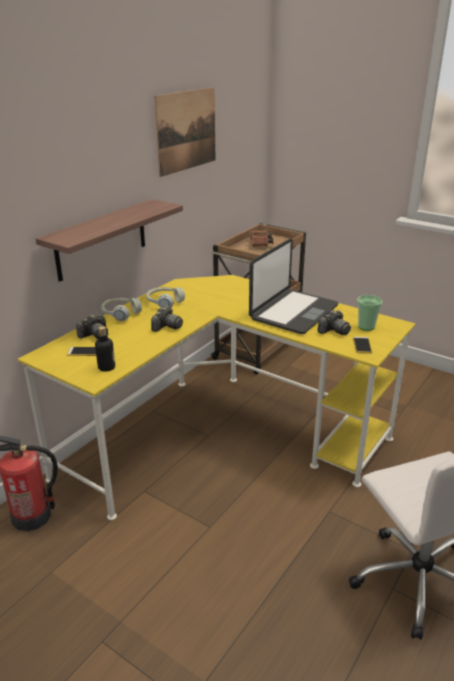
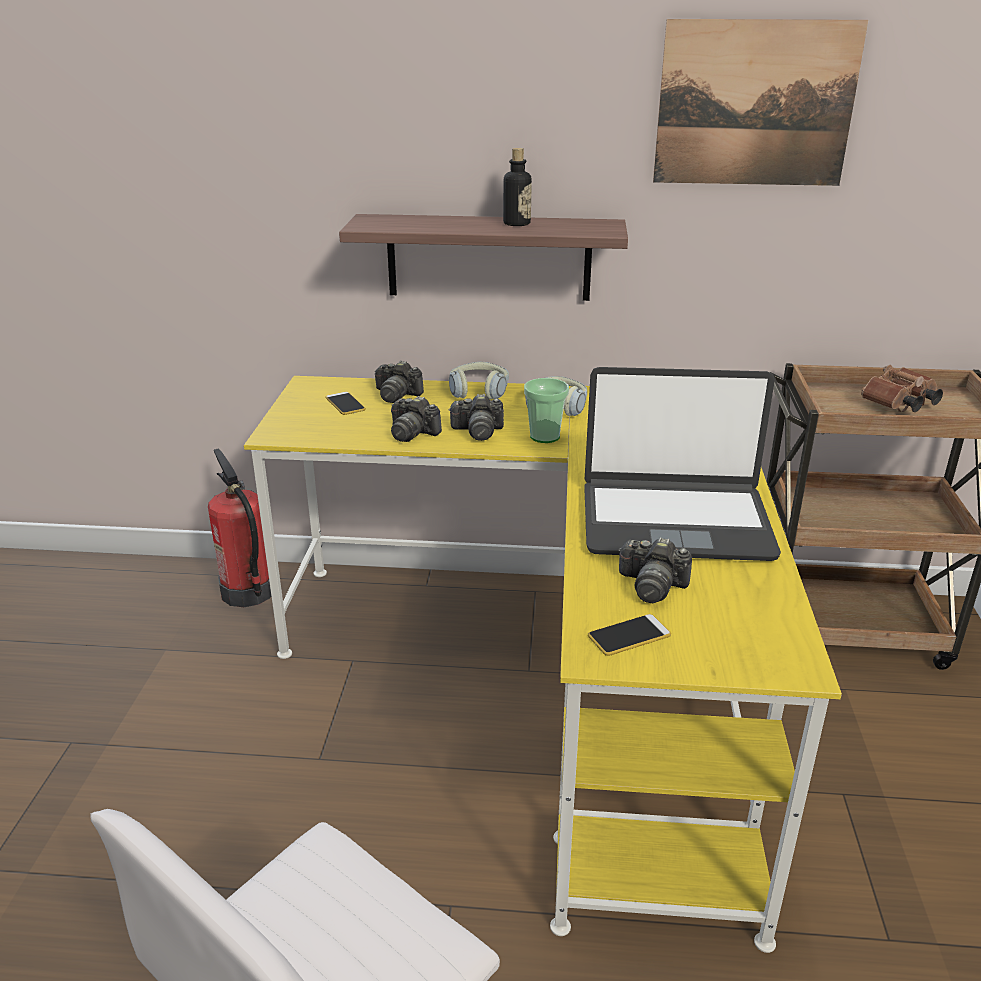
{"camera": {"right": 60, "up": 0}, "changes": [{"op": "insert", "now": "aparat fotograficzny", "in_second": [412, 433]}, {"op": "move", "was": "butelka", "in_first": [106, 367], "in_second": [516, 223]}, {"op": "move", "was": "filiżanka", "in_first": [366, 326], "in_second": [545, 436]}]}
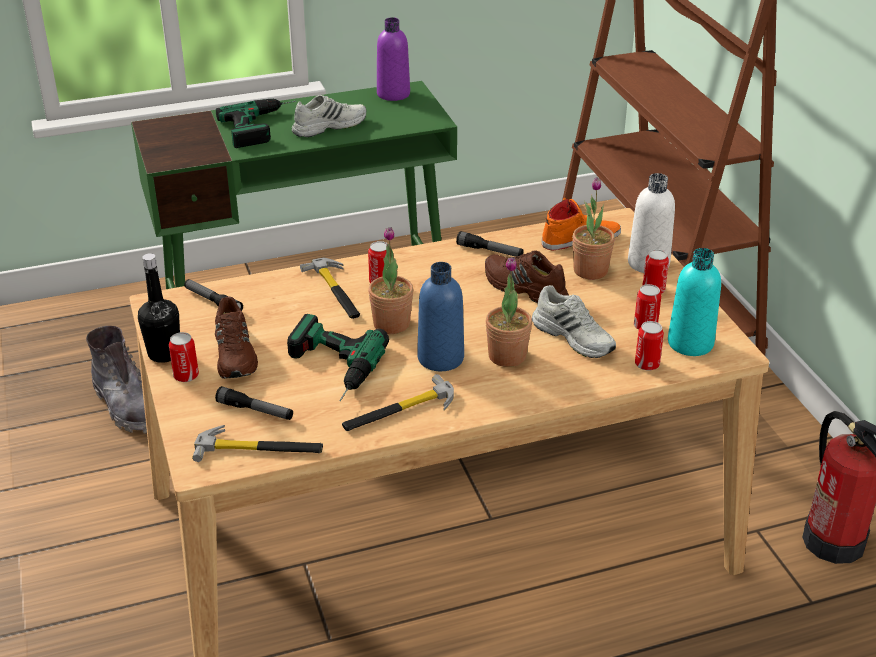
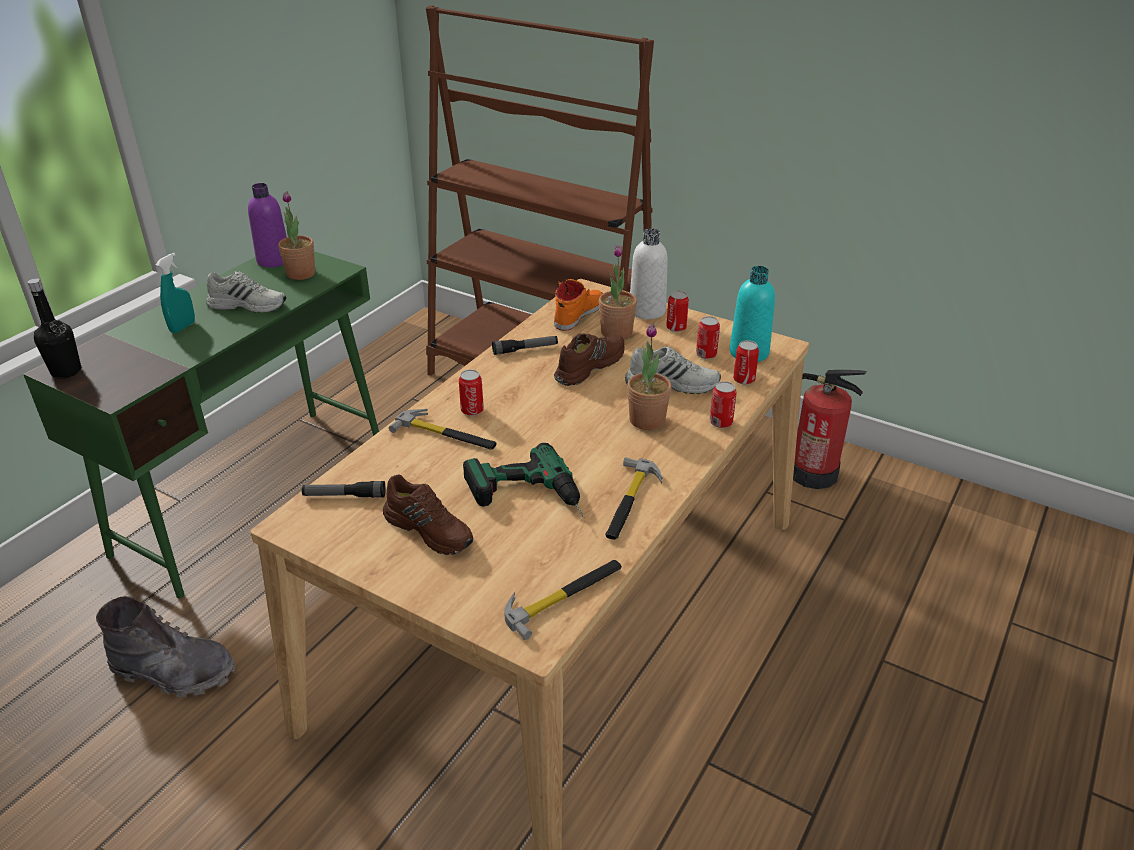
{"camera": {"right": -40, "up": 0}, "changes": [{"op": "move", "was": "butelka (czarny)", "in_first": [164, 353], "in_second": [66, 371]}, {"op": "replace", "was": "wiertarka", "now": "spryskiwacz (turkusowy)", "in_first": [264, 126], "in_second": [183, 327]}, {"op": "rotate", "was": "but (biały)", "in_first": [329, 126], "in_second": [248, 305], "clockwise": 75}, {"op": "move", "was": "roślina doniczkowa", "in_first": [391, 324], "in_second": [301, 274]}, {"op": "rotate", "was": "but (brązowy)", "in_first": [524, 288], "in_second": [588, 366], "clockwise": 135}, {"op": "move", "was": "puszka", "in_first": [186, 376], "in_second": [721, 422]}, {"op": "delete", "was": "latarka", "in_first": [255, 410]}, {"op": "delete", "was": "butelka (niebieski)", "in_first": [440, 358]}]}
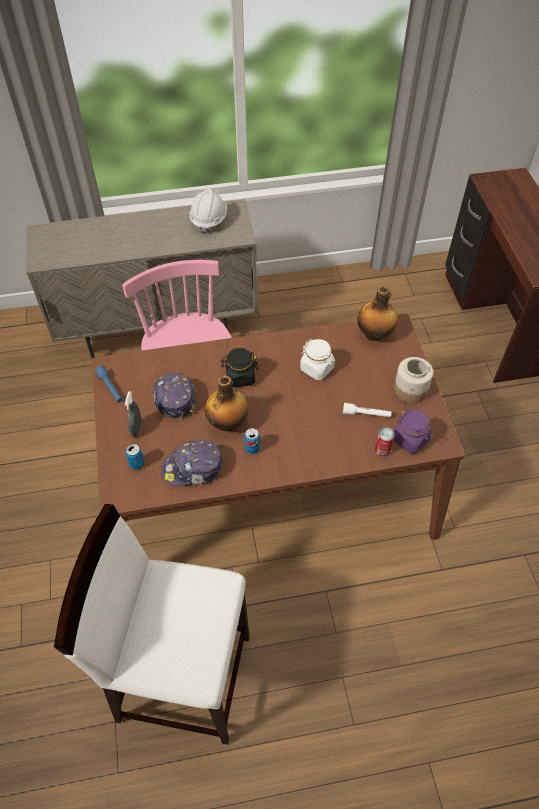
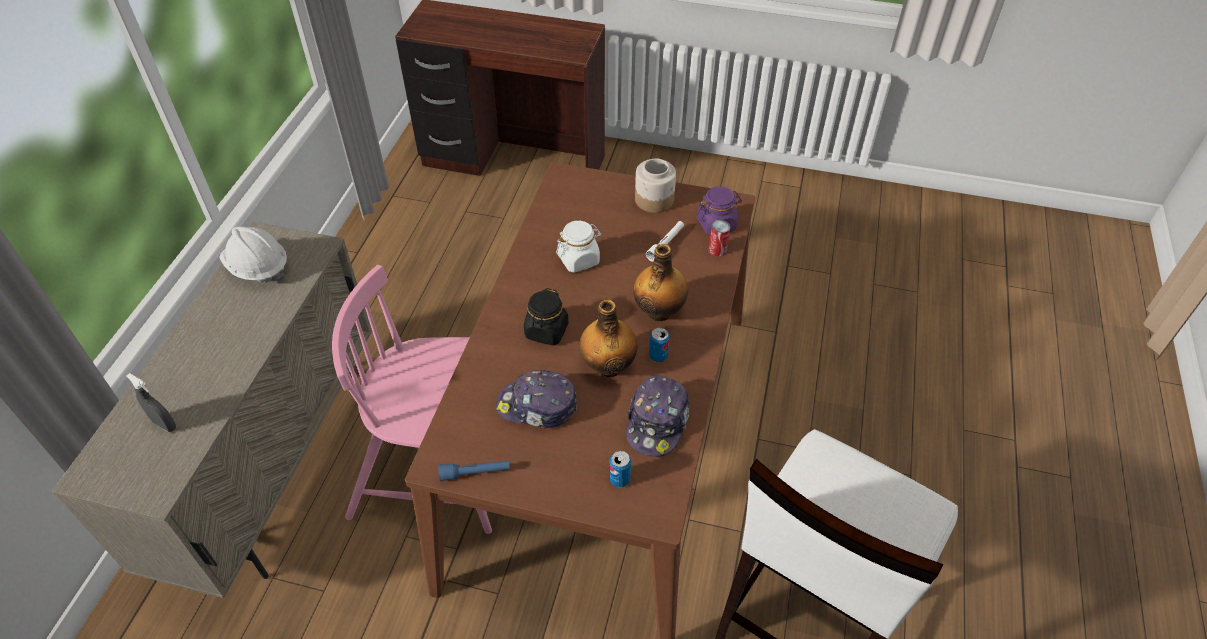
{"camera": {"right": -65, "up": -5}, "changes": [{"op": "move", "was": "spryskiwacz (szary)", "in_first": [136, 429], "in_second": [164, 424]}, {"op": "move", "was": "butelka", "in_first": [375, 334], "in_second": [659, 311]}]}
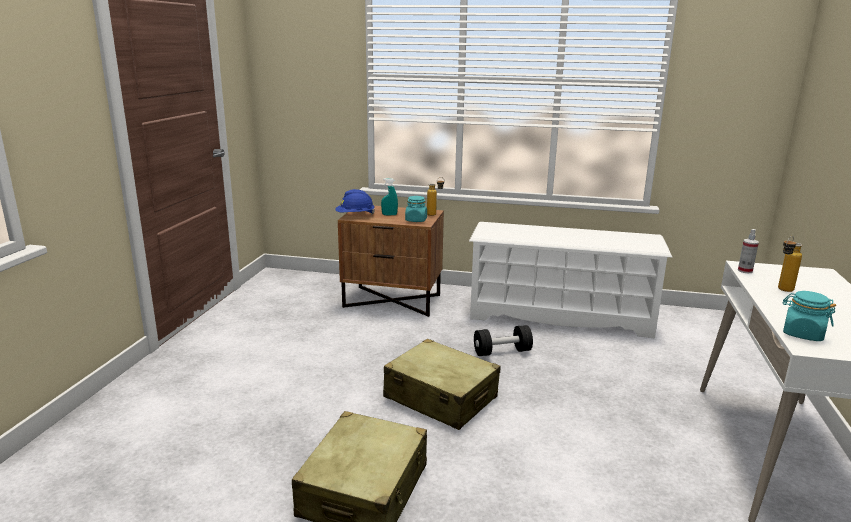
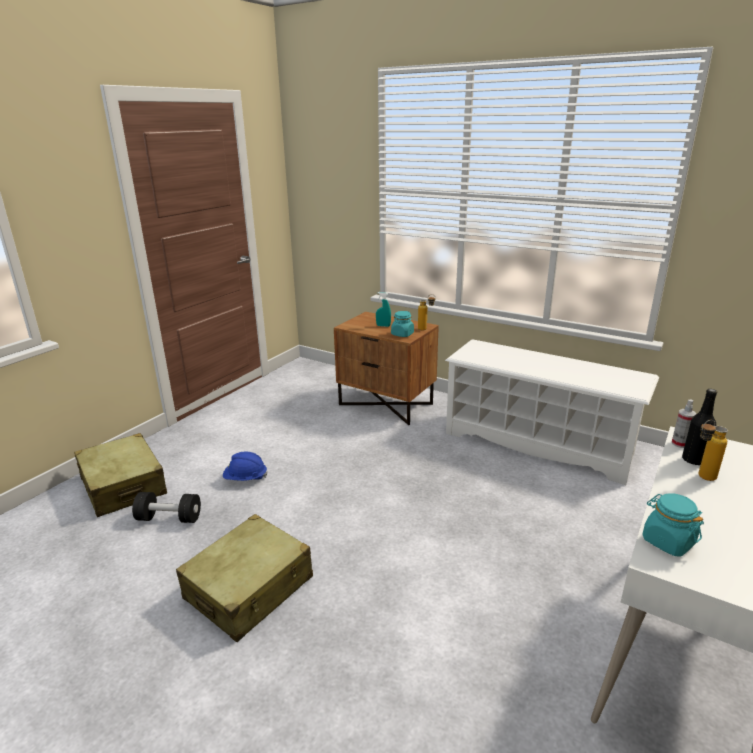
{"camera": {"right": 20, "up": 5}, "changes": [{"op": "move", "was": "walizka (beżowy)", "in_first": [440, 398], "in_second": [123, 486]}, {"op": "move", "was": "hantel (czarny)", "in_first": [502, 352], "in_second": [169, 518]}, {"op": "move", "was": "kask (niebieski)", "in_first": [355, 216], "in_second": [245, 478]}, {"op": "insert", "now": "butelka (czarny)", "in_second": [693, 460]}]}
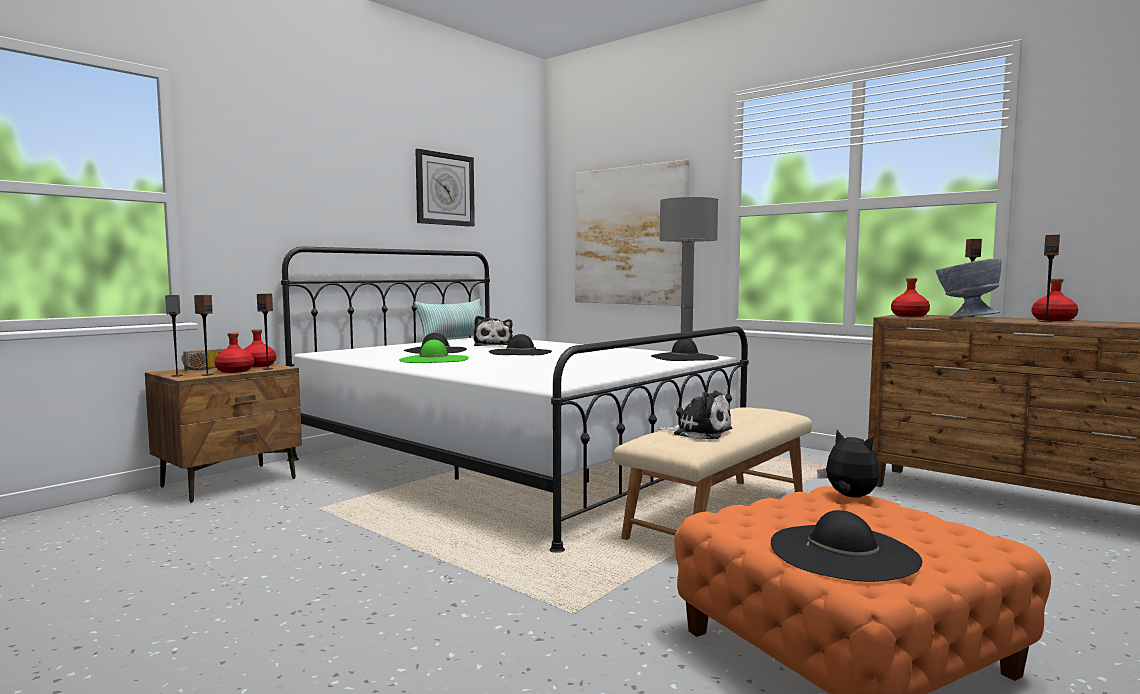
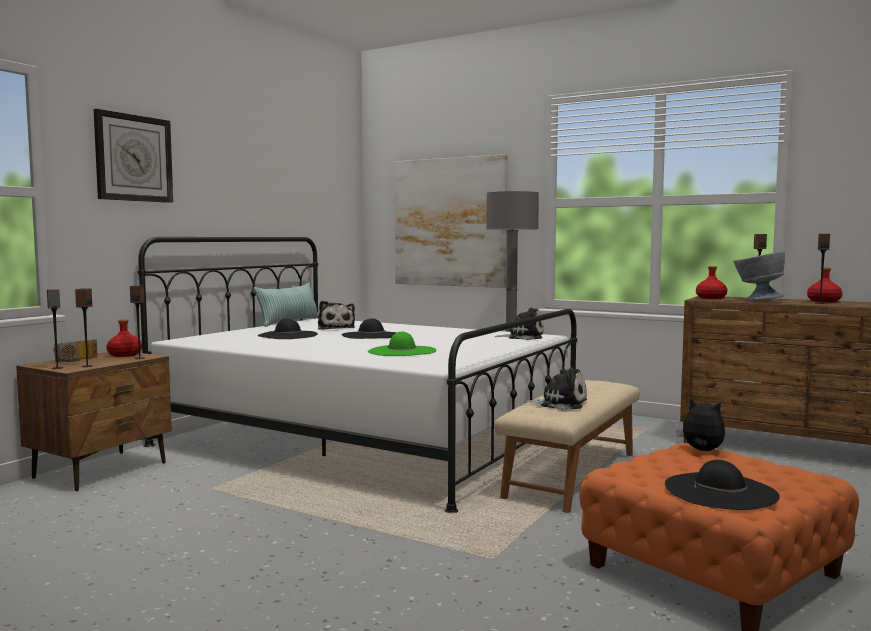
{"camera": {"right": -10, "up": 0}, "changes": [{"op": "move", "was": "zegar ścienny", "in_first": [444, 189], "in_second": [133, 158]}, {"op": "move", "was": "kapelusz (zielony)", "in_first": [434, 359], "in_second": [402, 351]}, {"op": "replace", "was": "kapelusz (czarny)", "now": "pluszak", "in_first": [684, 357], "in_second": [523, 337]}, {"op": "delete", "was": "butelka (czerwony)", "in_first": [235, 371]}]}
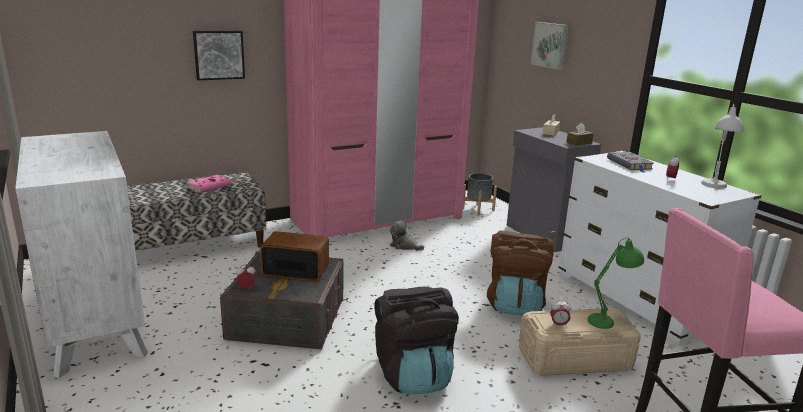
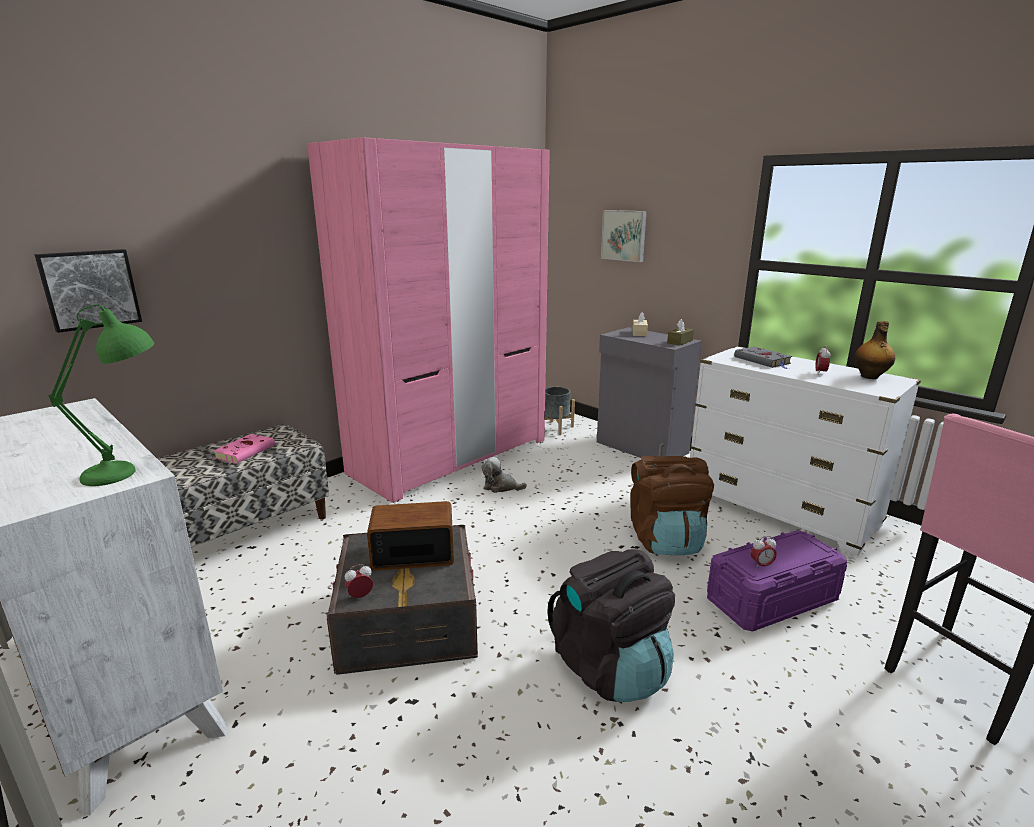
{"camera": {"right": -15, "up": 0}, "changes": [{"op": "move", "was": "obraz", "in_first": [219, 55], "in_second": [90, 289]}, {"op": "move", "was": "lampa stołowa (zielony)", "in_first": [610, 320], "in_second": [132, 470]}, {"op": "recolor", "was": "pojemnik do przechowywania (beżowy)", "now": "pojemnik do przechowywania (fioletowy)", "in_first": [575, 359], "in_second": [772, 599]}, {"op": "replace", "was": "lampa stołowa (biały)", "now": "butelka", "in_first": [713, 187], "in_second": [869, 377]}]}
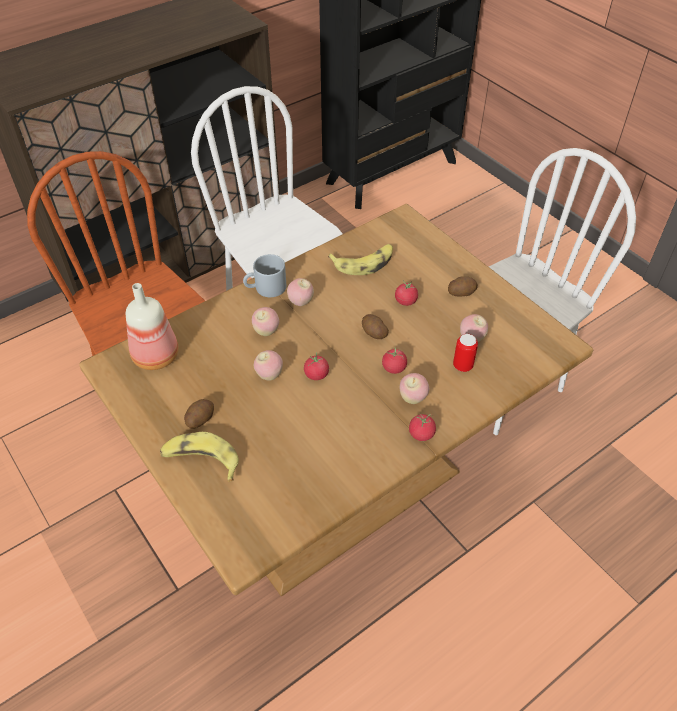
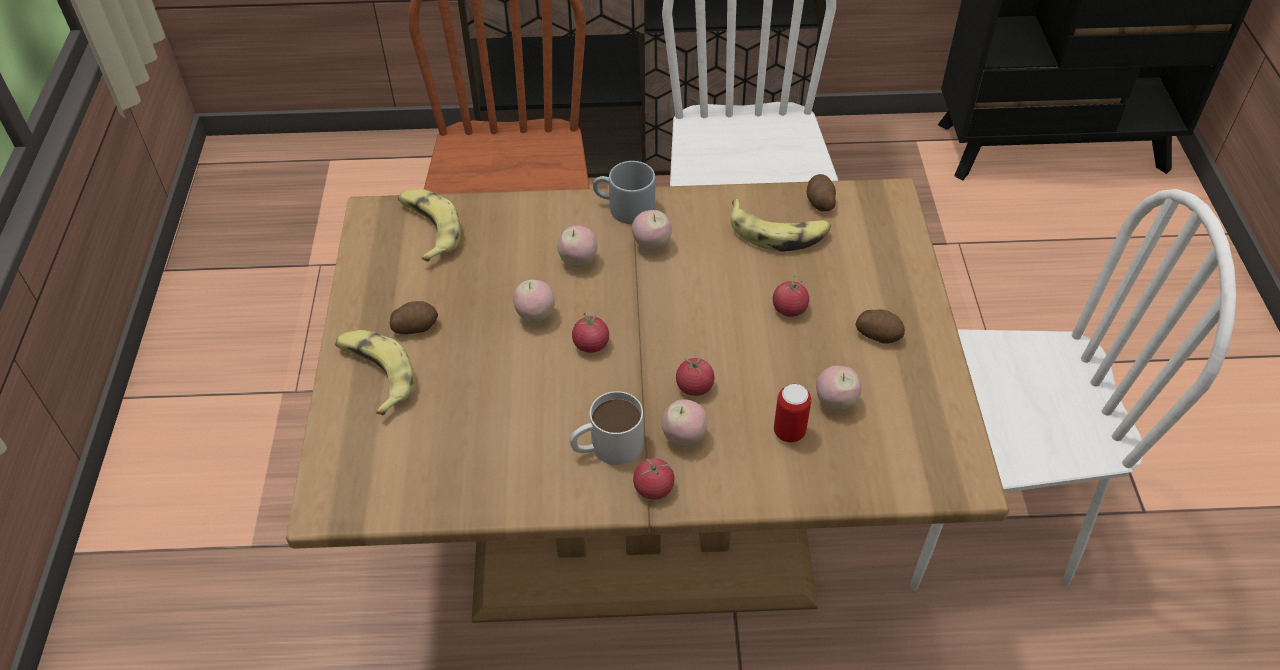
{"camera": {"right": 35, "up": 0}, "changes": [{"op": "replace", "was": "butelka", "now": "banan", "in_first": [154, 357], "in_second": [429, 229]}, {"op": "insert", "now": "kubek (biały)", "in_second": [606, 446]}, {"op": "move", "was": "ziemniak", "in_first": [373, 333], "in_second": [819, 202]}]}
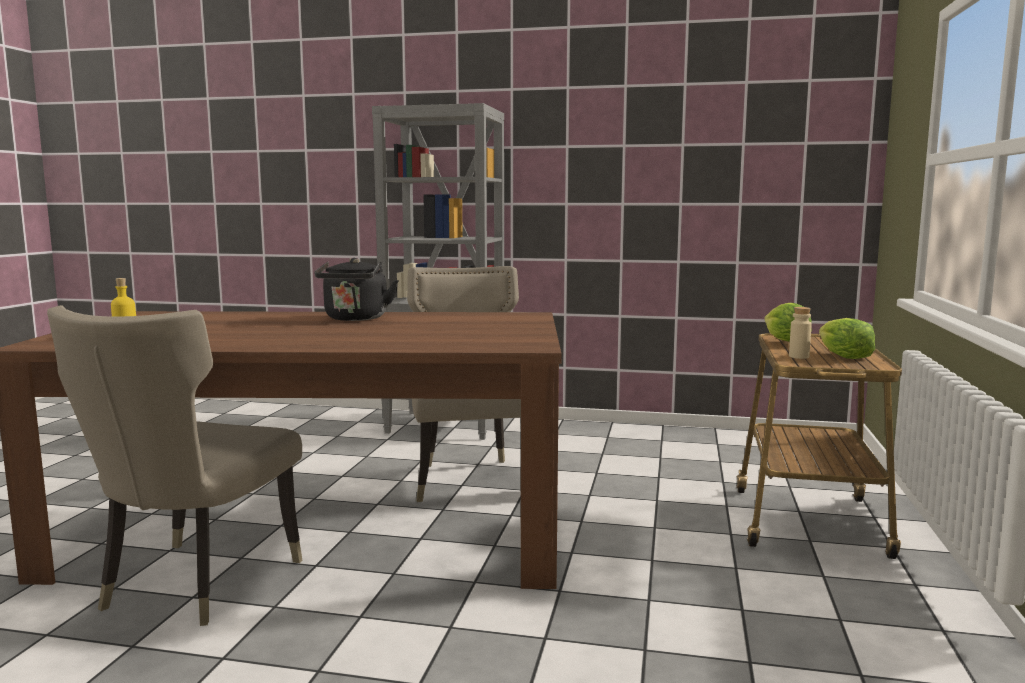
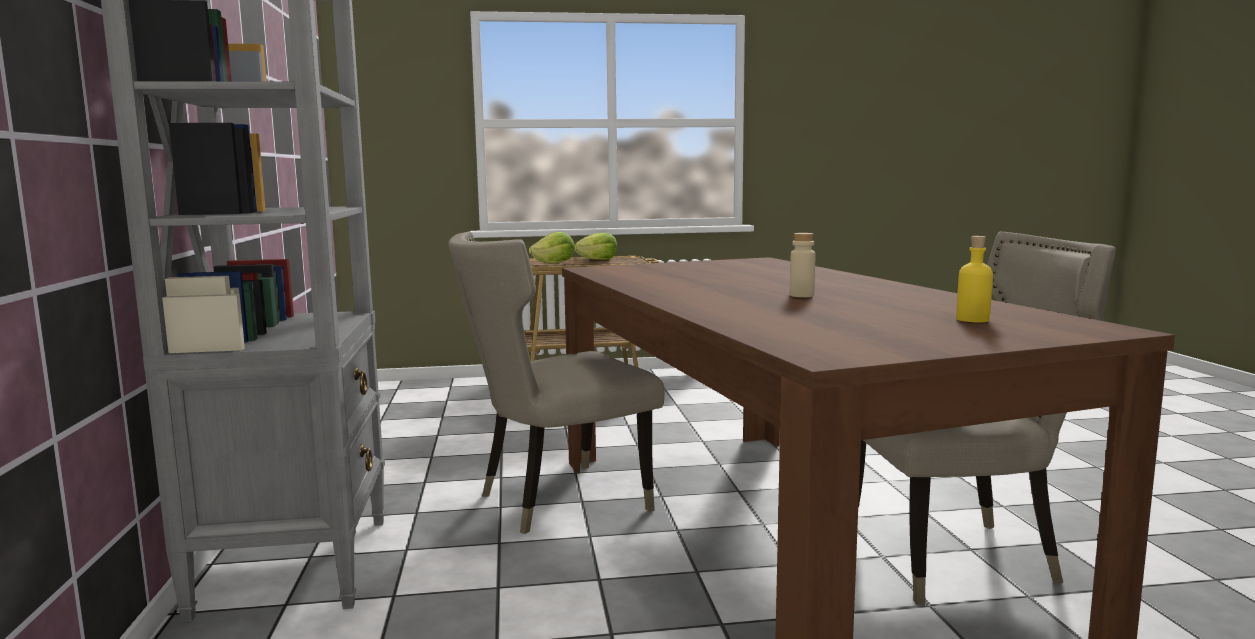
{"camera": {"right": -110, "up": 0}, "changes": [{"op": "move", "was": "butelka (beżowy)", "in_first": [799, 356], "in_second": [801, 295]}, {"op": "delete", "was": "czajnik (czarny)", "in_first": [355, 319]}]}
